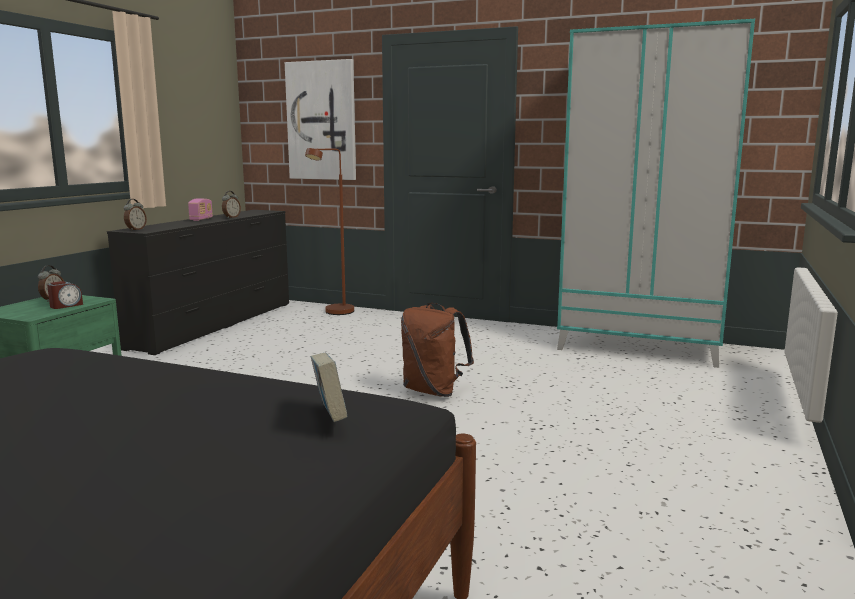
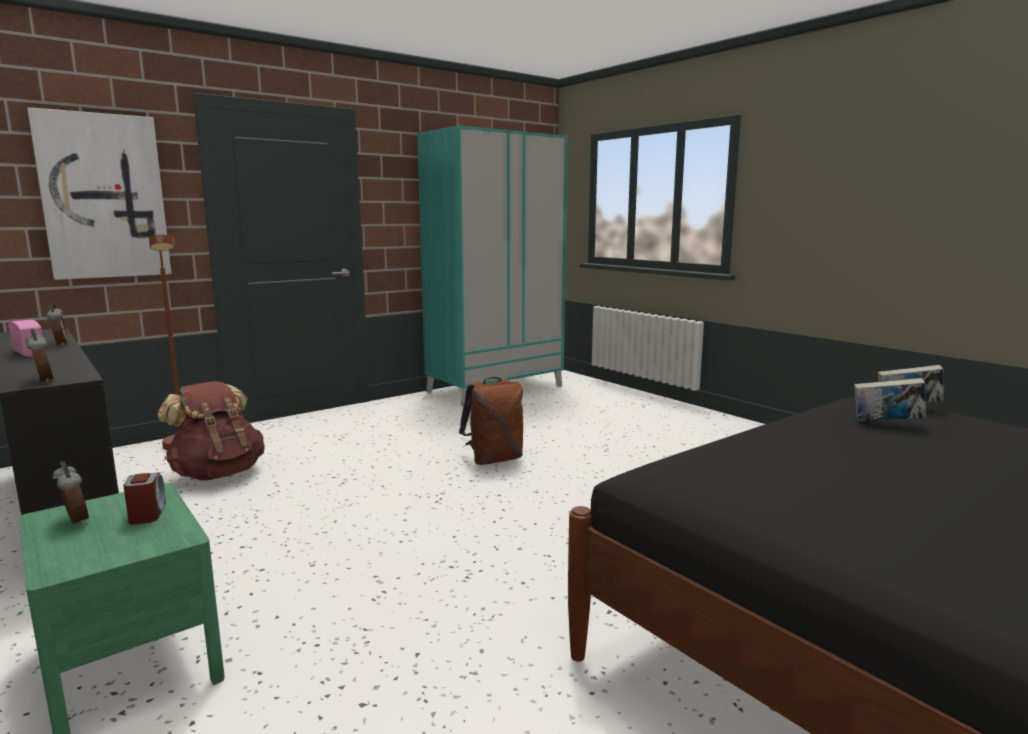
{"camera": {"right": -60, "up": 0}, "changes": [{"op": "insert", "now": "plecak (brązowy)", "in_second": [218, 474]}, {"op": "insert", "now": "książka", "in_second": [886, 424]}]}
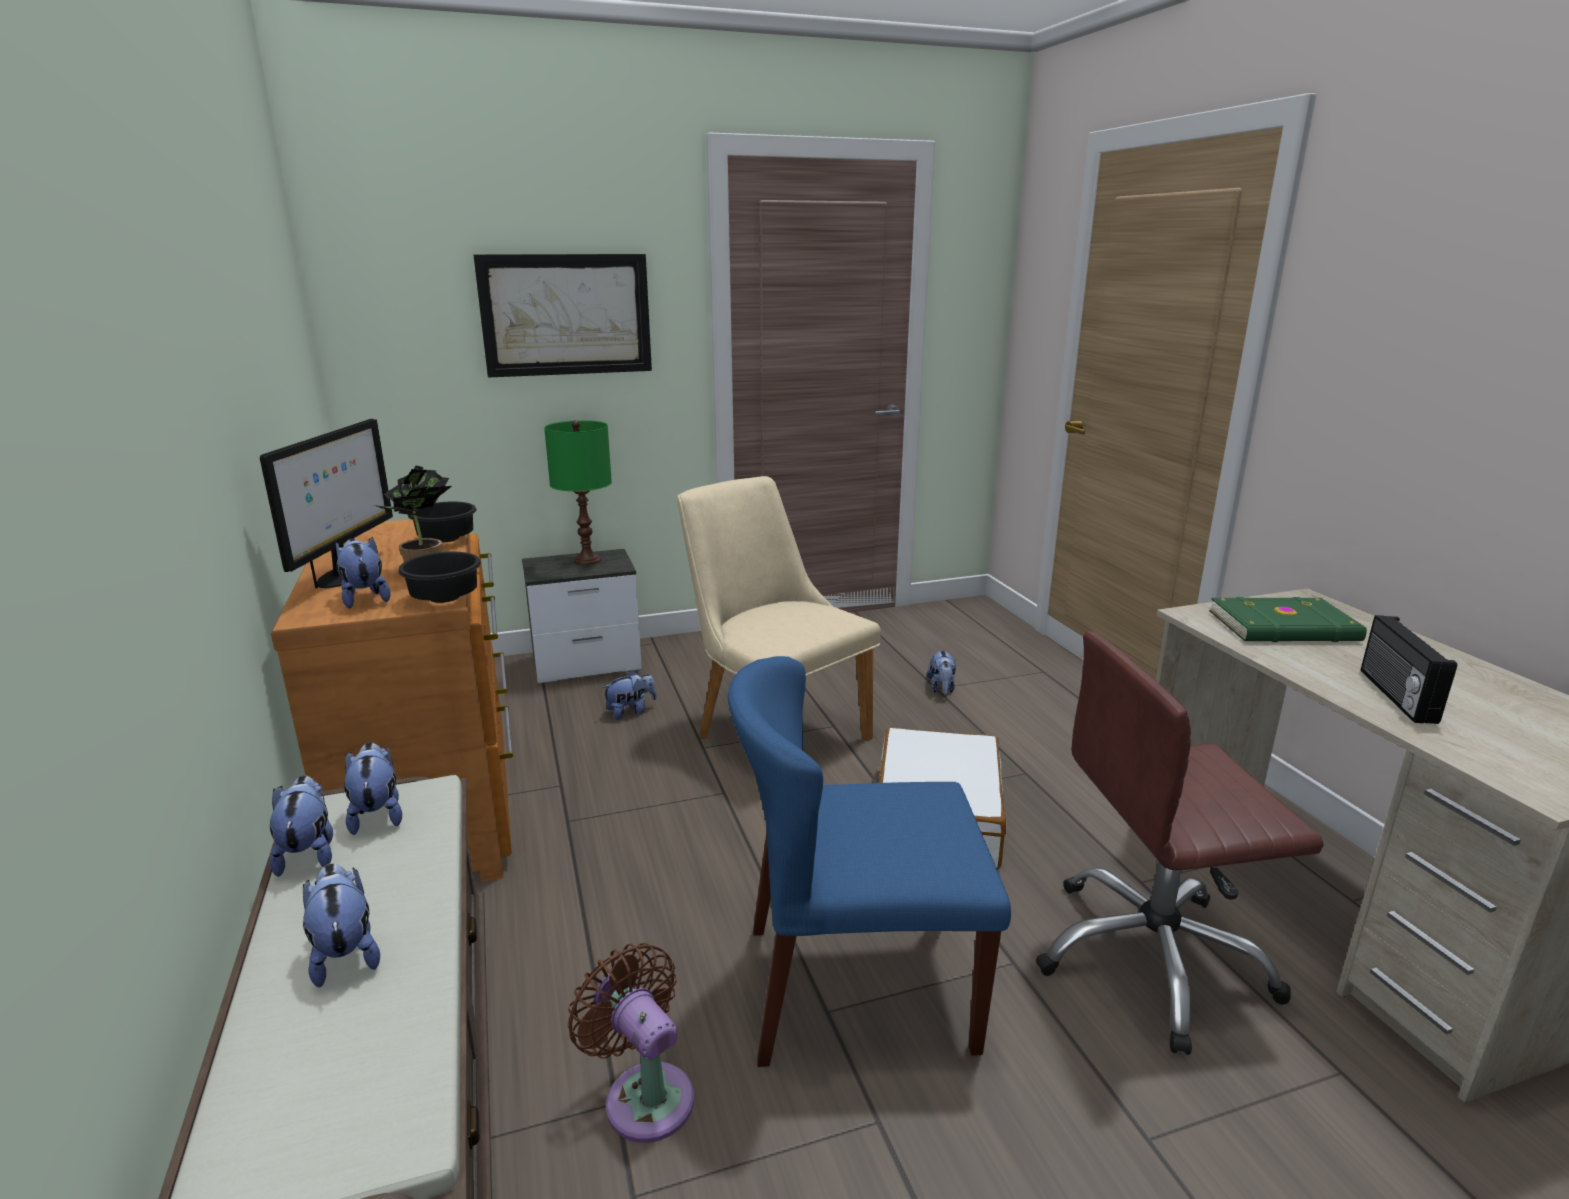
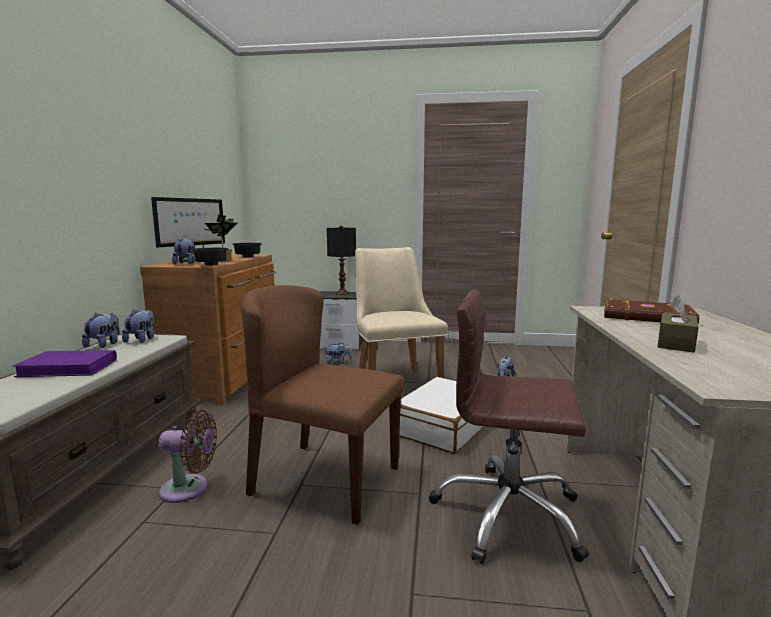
{"camera": {"right": 25, "up": -10}, "changes": [{"op": "replace", "was": "pluszak", "now": "książka (fioletowy)", "in_first": [345, 953], "in_second": [69, 368]}, {"op": "rotate", "was": "wentylator (brązowy)", "in_first": [644, 1094], "in_second": [189, 489], "clockwise": 105}, {"op": "recolor", "was": "krzesło (niebieski)", "now": "krzesło (brązowy)", "in_first": [856, 988], "in_second": [324, 480]}, {"op": "recolor", "was": "lampa stołowa (zielony)", "now": "lampa stołowa (czarny)", "in_first": [586, 560], "in_second": [342, 293]}, {"op": "recolor", "was": "książka (zielony)", "now": "książka (brązowy)", "in_first": [1285, 627], "in_second": [647, 317]}, {"op": "replace", "was": "radio", "now": "pudełko chusteczek (brązowy)", "in_first": [1394, 695], "in_second": [676, 343]}, {"op": "delete", "was": "obraz", "in_first": [566, 315]}]}
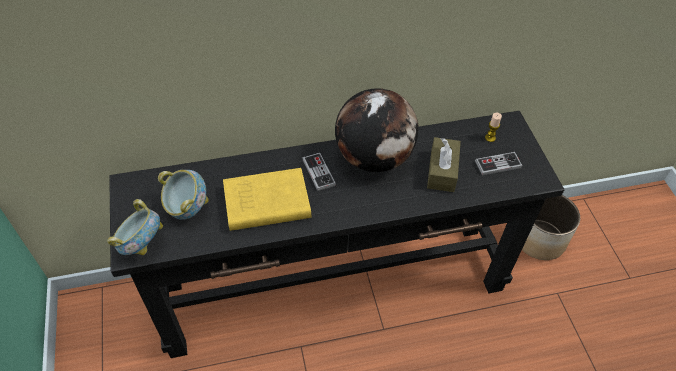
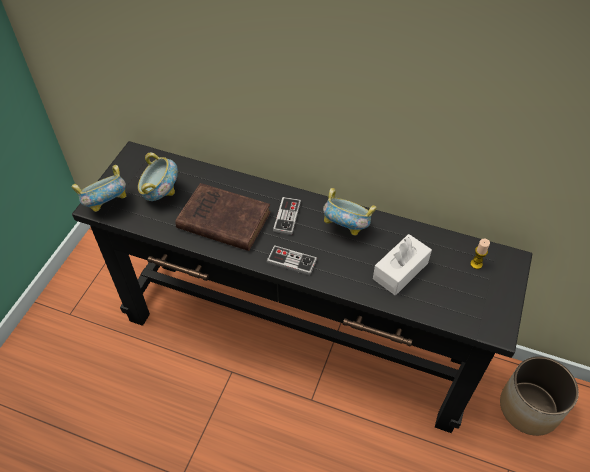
{"camera": {"right": 35, "up": 0}, "changes": [{"op": "recolor", "was": "książka (żółty)", "now": "książka (brązowy)", "in_first": [264, 203], "in_second": [222, 220]}, {"op": "move", "was": "pad do gier", "in_first": [498, 164], "in_second": [291, 261]}, {"op": "replace", "was": "globus", "now": "miska", "in_first": [374, 158], "in_second": [346, 228]}, {"op": "recolor", "was": "pudełko chusteczek (brązowy)", "now": "pudełko chusteczek (biały)", "in_first": [442, 171], "in_second": [400, 271]}]}
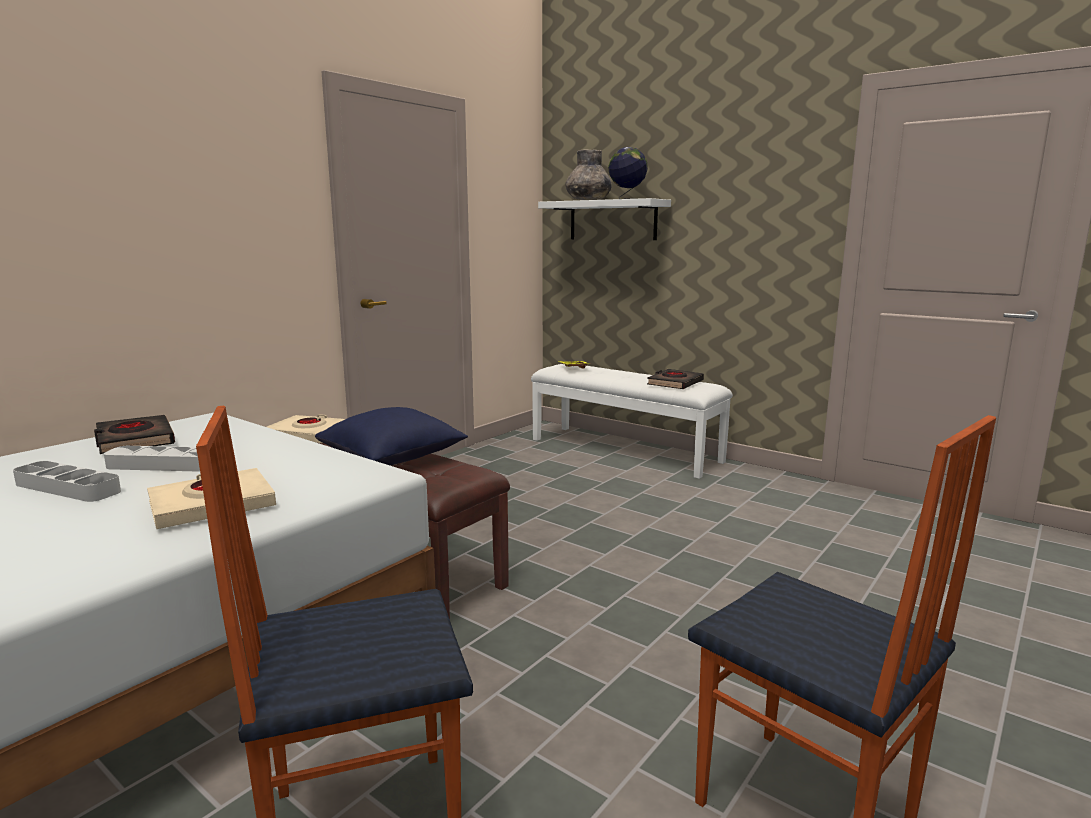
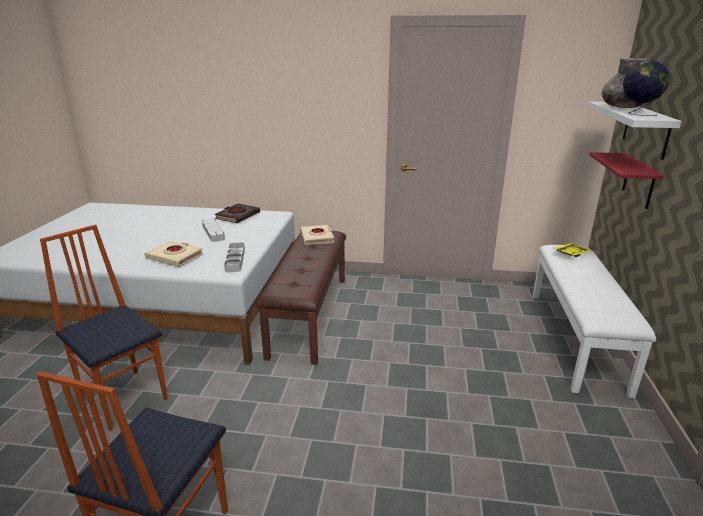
{"camera": {"right": 60, "up": 10}, "changes": [{"op": "move", "was": "taca (szary)", "in_first": [67, 488], "in_second": [235, 260]}, {"op": "insert", "now": "półka (czerwony)", "in_second": [639, 181]}, {"op": "delete", "was": "poduszka (niebieski)", "in_first": [392, 459]}, {"op": "delete", "was": "książka (czarny)", "in_first": [675, 383]}]}
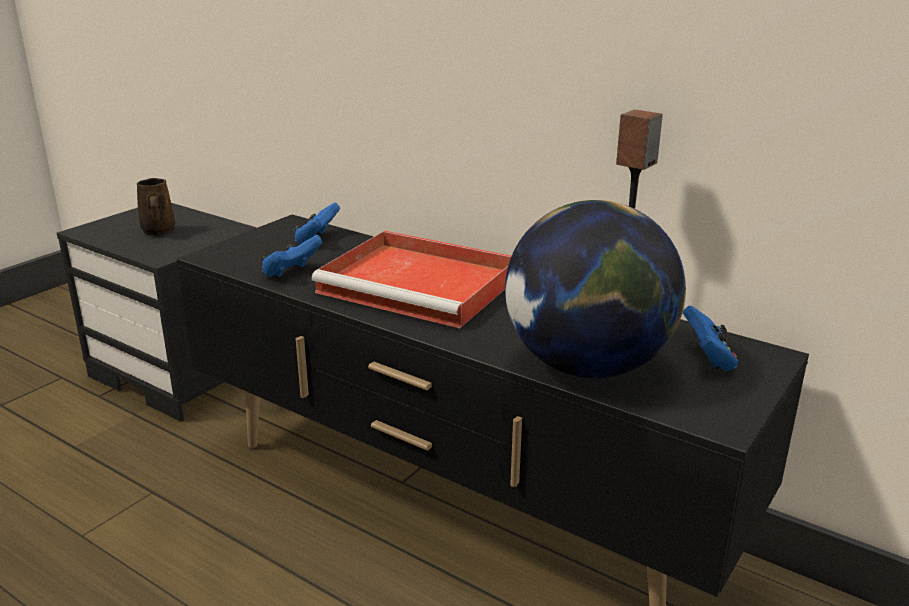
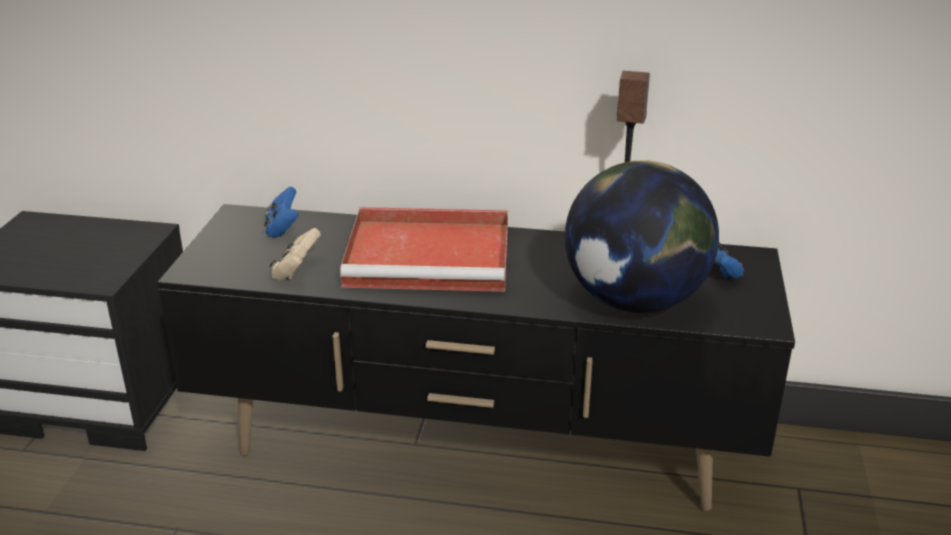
{"camera": {"right": -25, "up": 5}, "changes": [{"op": "recolor", "was": "pad do gier (niebieski)", "now": "pad do gier (beżowy)", "in_first": [291, 273], "in_second": [296, 271]}, {"op": "delete", "was": "kubek (brązowy)", "in_first": [158, 232]}]}
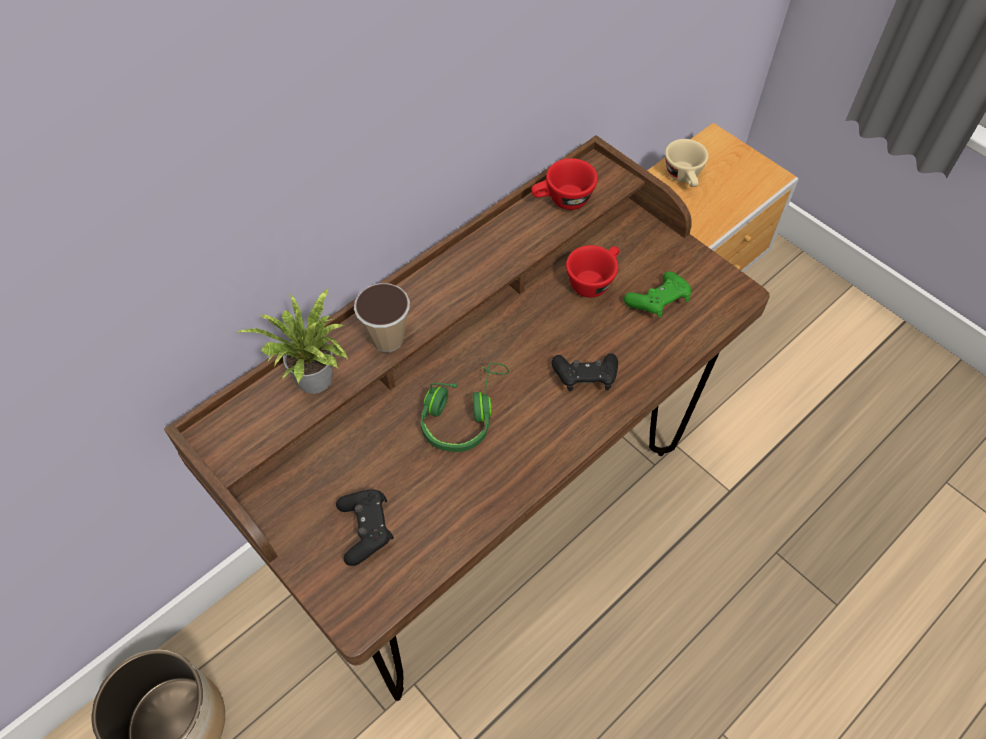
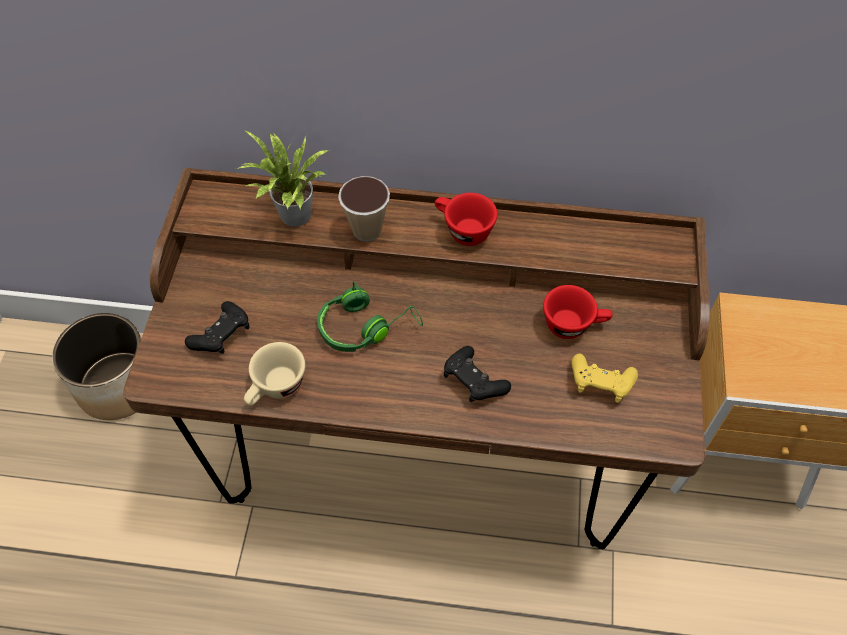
{"camera": {"right": 50, "up": 0}, "changes": [{"op": "move", "was": "filiżanka (beżowy)", "in_first": [684, 178], "in_second": [276, 389]}, {"op": "move", "was": "filiżanka (czerwony)", "in_first": [562, 201], "in_second": [462, 230]}, {"op": "recolor", "was": "pad do gier (zielony)", "now": "pad do gier (żółty)", "in_first": [658, 302], "in_second": [600, 384]}]}
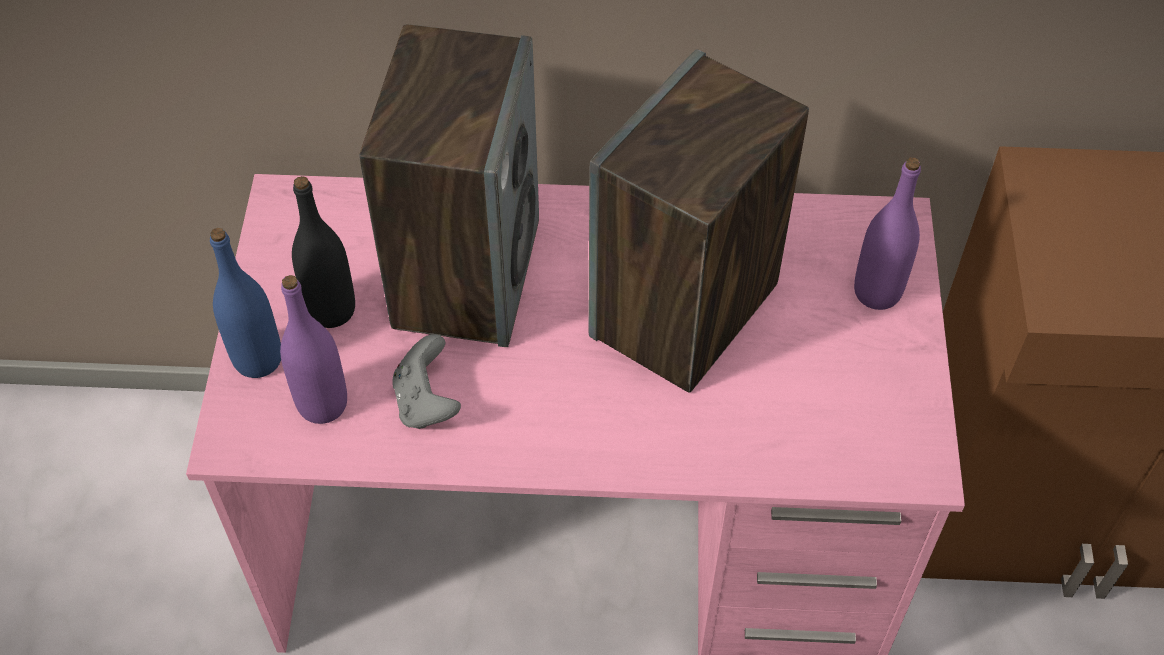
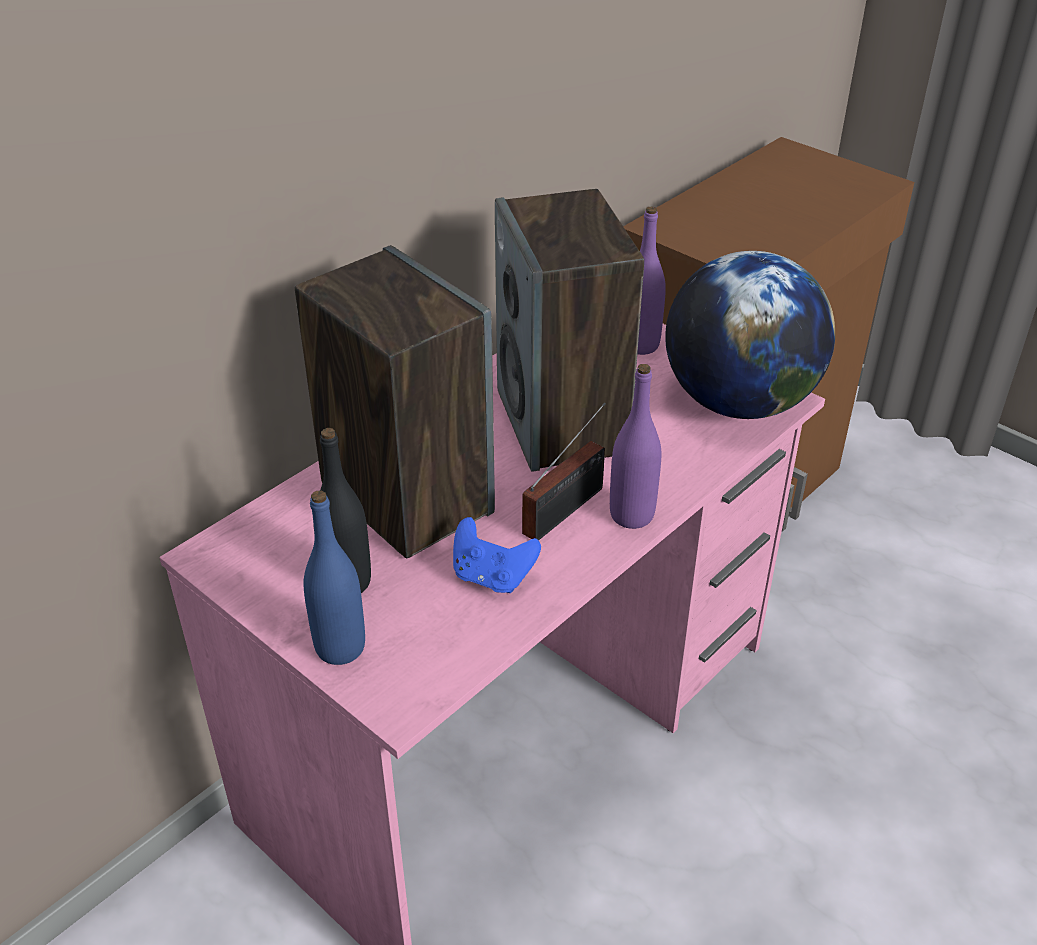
{"camera": {"right": -50, "up": -15}, "changes": [{"op": "recolor", "was": "pad do gier (szary)", "now": "pad do gier (niebieski)", "in_first": [426, 402], "in_second": [492, 577]}, {"op": "insert", "now": "radio", "in_second": [568, 508]}, {"op": "move", "was": "butelka (fioletowy)", "in_first": [322, 404], "in_second": [631, 515]}, {"op": "insert", "now": "globus", "in_second": [739, 403]}]}
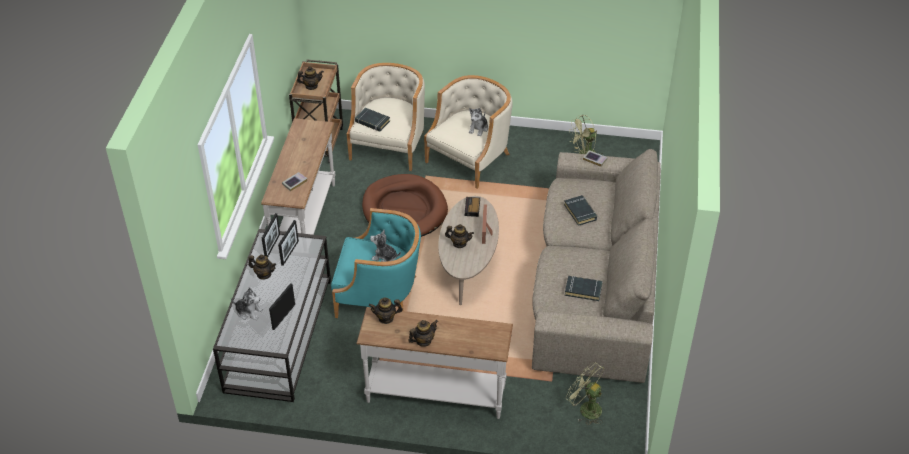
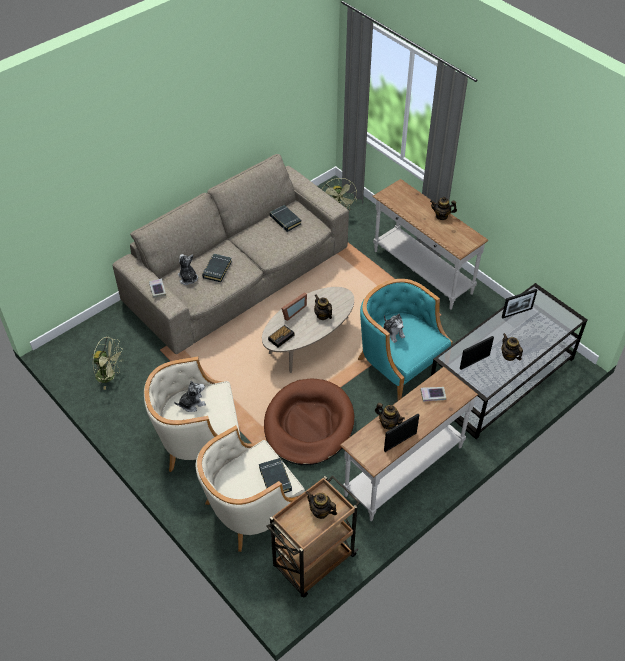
{"camera": {"right": -140, "up": 5}, "changes": [{"op": "move", "was": "pluszak", "in_first": [249, 311], "in_second": [188, 278]}, {"op": "move", "was": "imbryk", "in_first": [386, 318], "in_second": [388, 423]}, {"op": "move", "was": "ramka na zdjęcie", "in_first": [272, 246], "in_second": [400, 441]}]}
